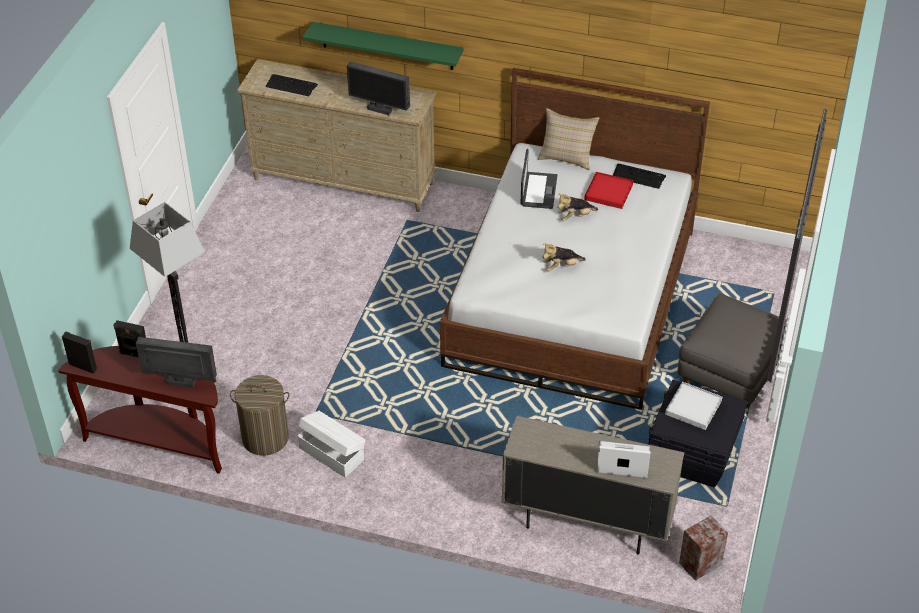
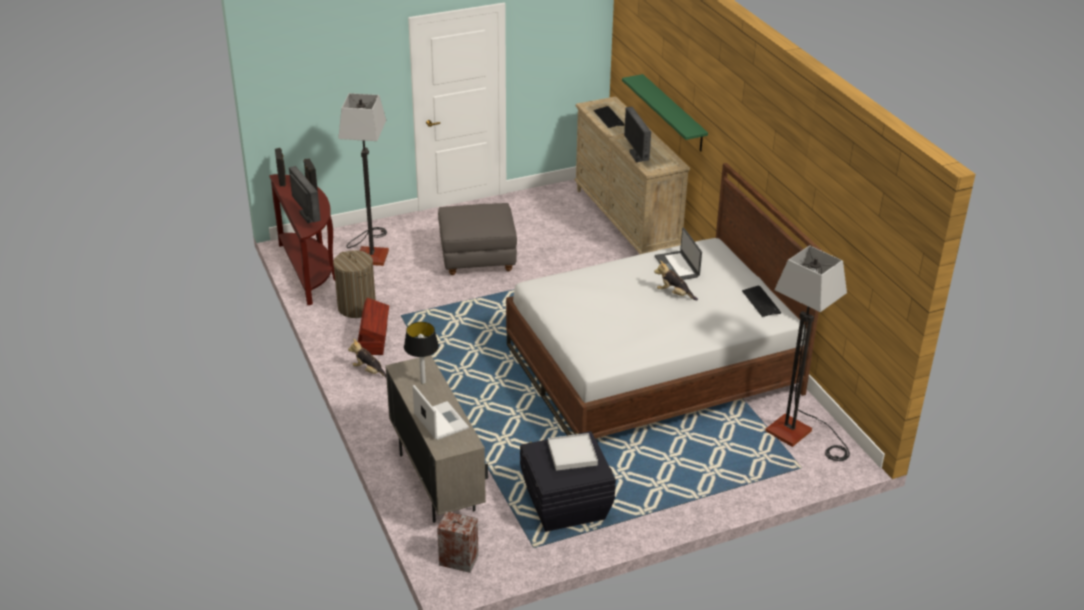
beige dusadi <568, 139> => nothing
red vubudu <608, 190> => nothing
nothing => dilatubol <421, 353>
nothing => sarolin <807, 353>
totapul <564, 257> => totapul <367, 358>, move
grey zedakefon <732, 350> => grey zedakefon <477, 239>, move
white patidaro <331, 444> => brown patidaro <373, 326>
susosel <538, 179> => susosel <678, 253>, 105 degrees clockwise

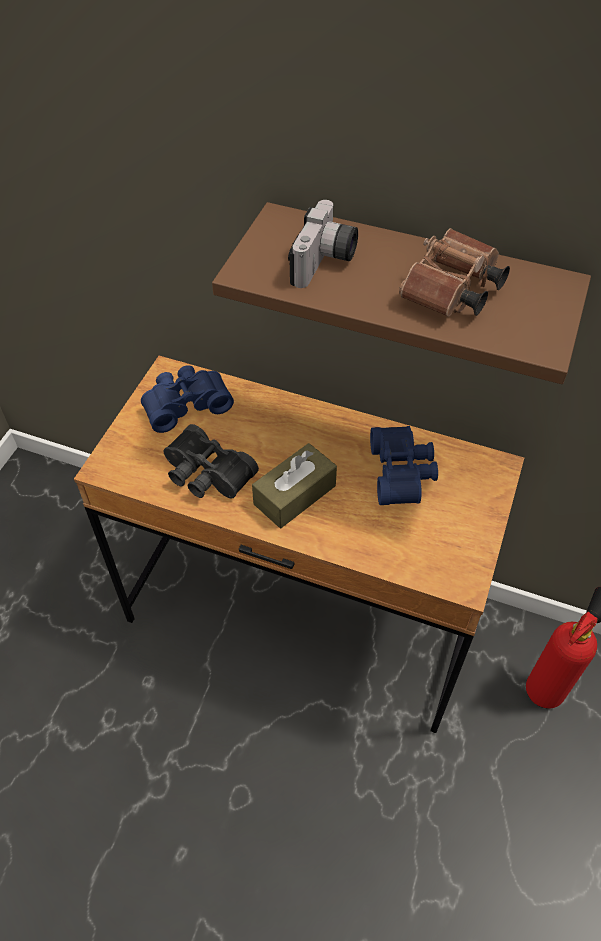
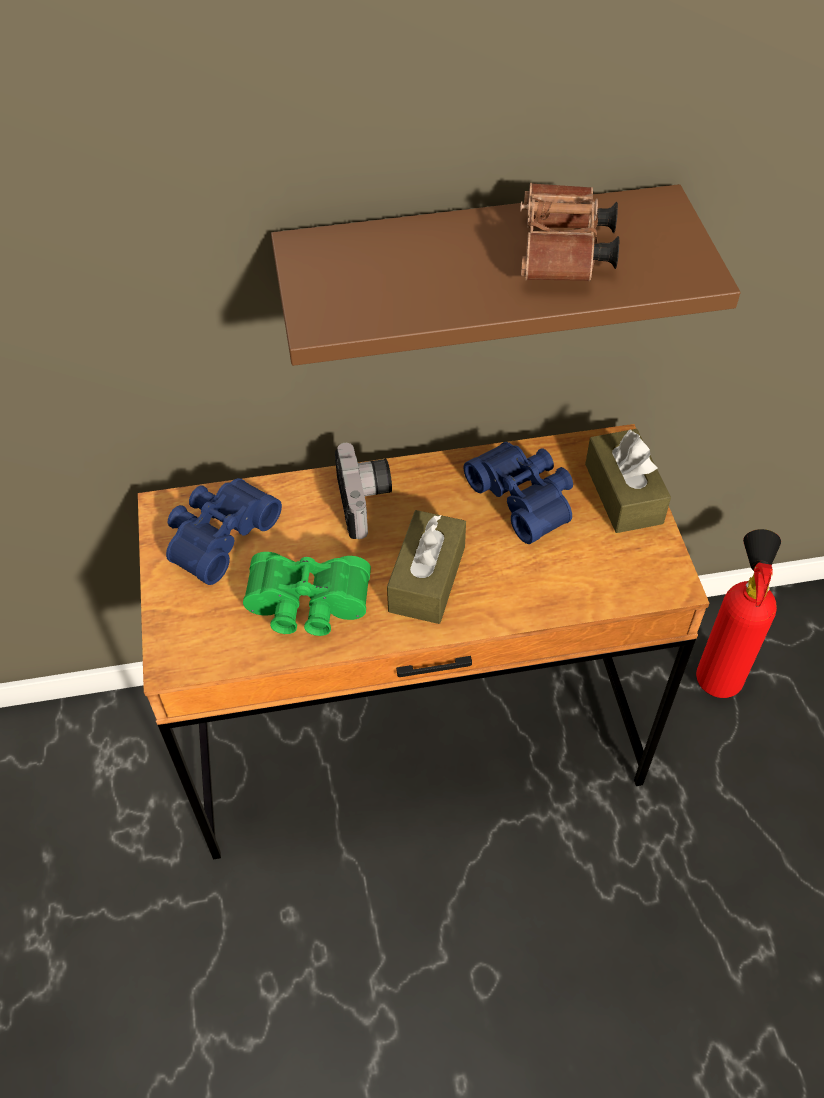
nothing => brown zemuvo <628, 480>
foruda <323, 244> => foruda <363, 491>, move
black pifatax <211, 461> => green pifatax <307, 594>

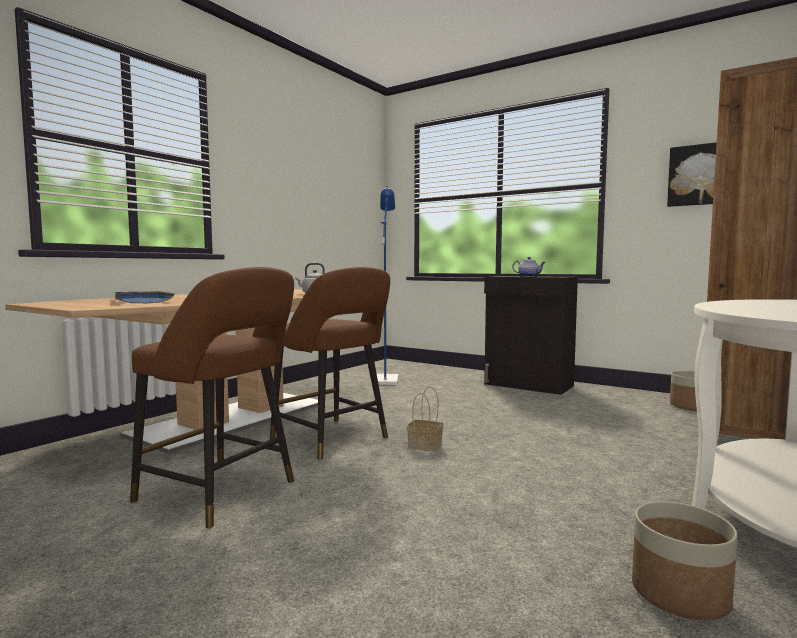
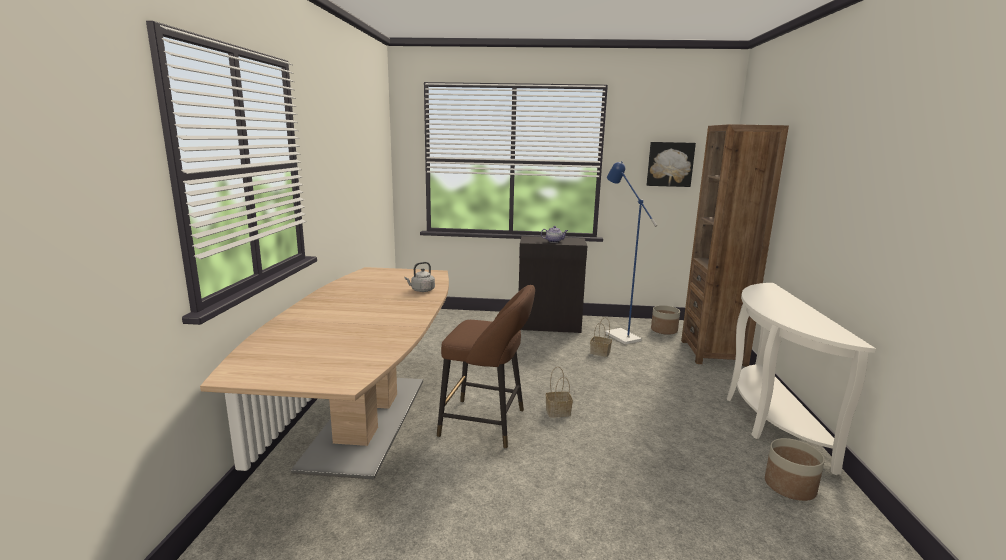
blue vubudu <145, 297> => nothing
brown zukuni <212, 398> => nothing
nothing => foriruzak <601, 337>
blue sarolin <387, 285> => blue sarolin <631, 252>, move

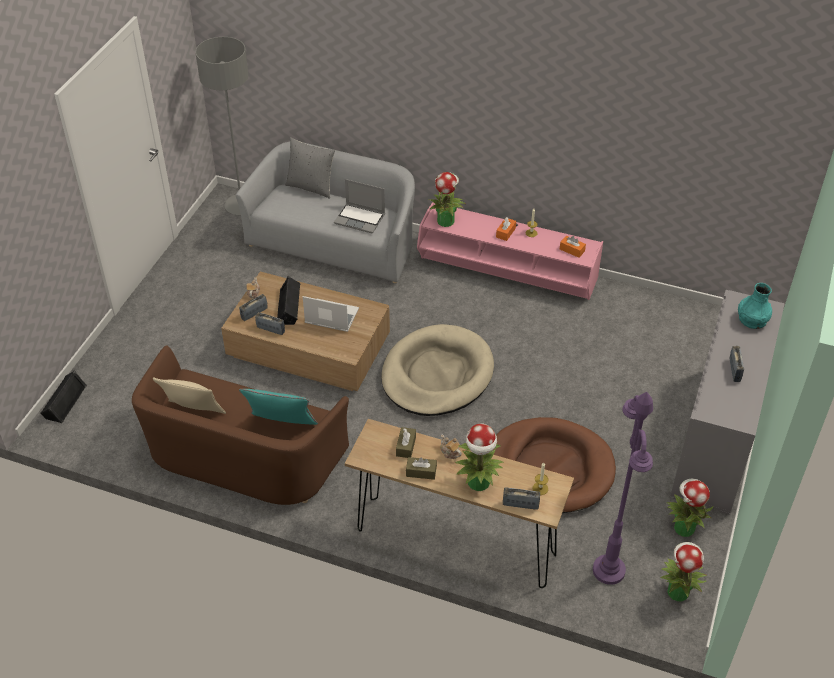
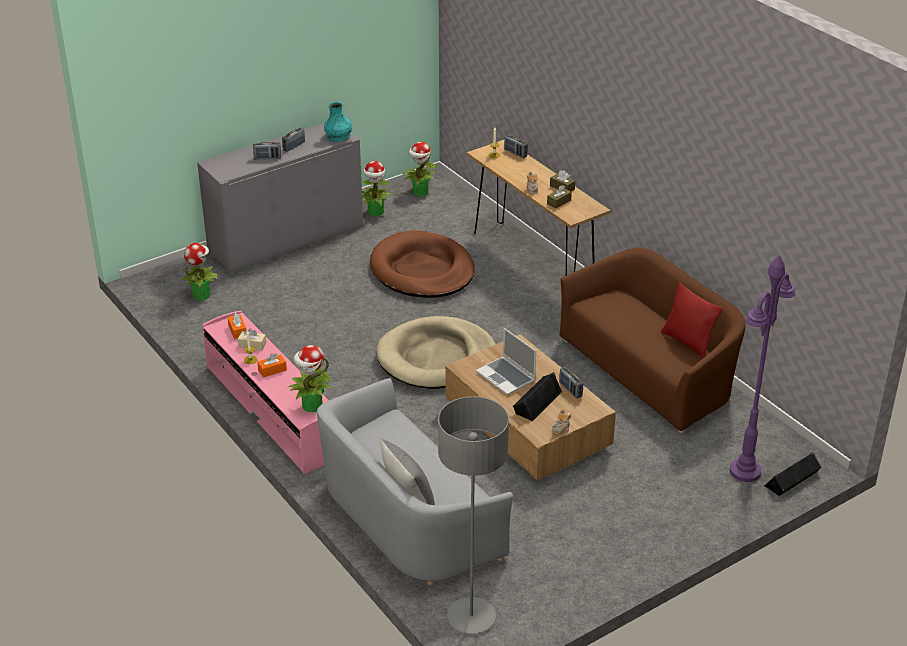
turquoise dusadi <278, 407> => nothing
susosel <359, 206> => nothing
nothing => beige zemuvo <252, 339>
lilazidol <253, 307> => lilazidol <267, 151>, move
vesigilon <479, 457> => vesigilon <199, 271>, move
purple sarolin <623, 488> => purple sarolin <762, 368>, move
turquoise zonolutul <755, 306> => turquoise zonolutul <338, 121>, move
beige dusadi <189, 395> => red dusadi <692, 320>

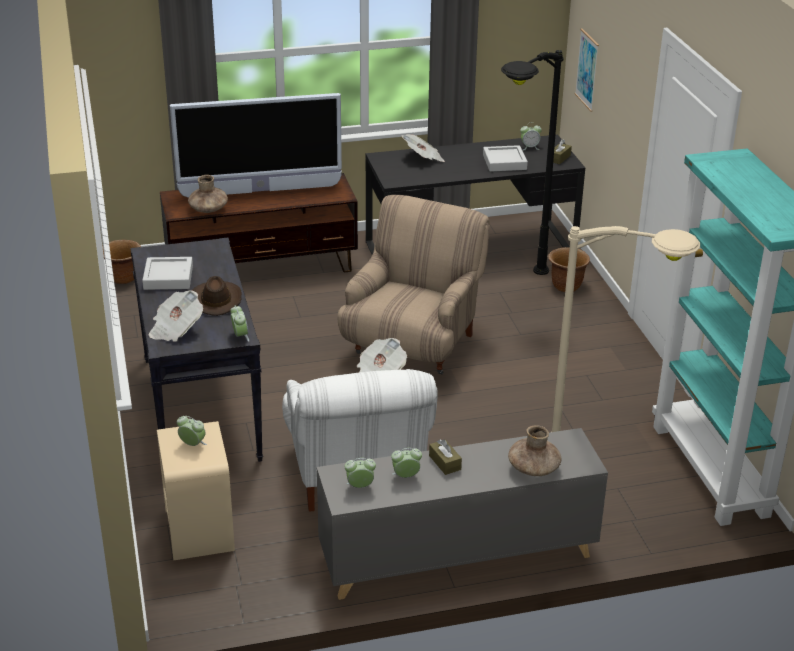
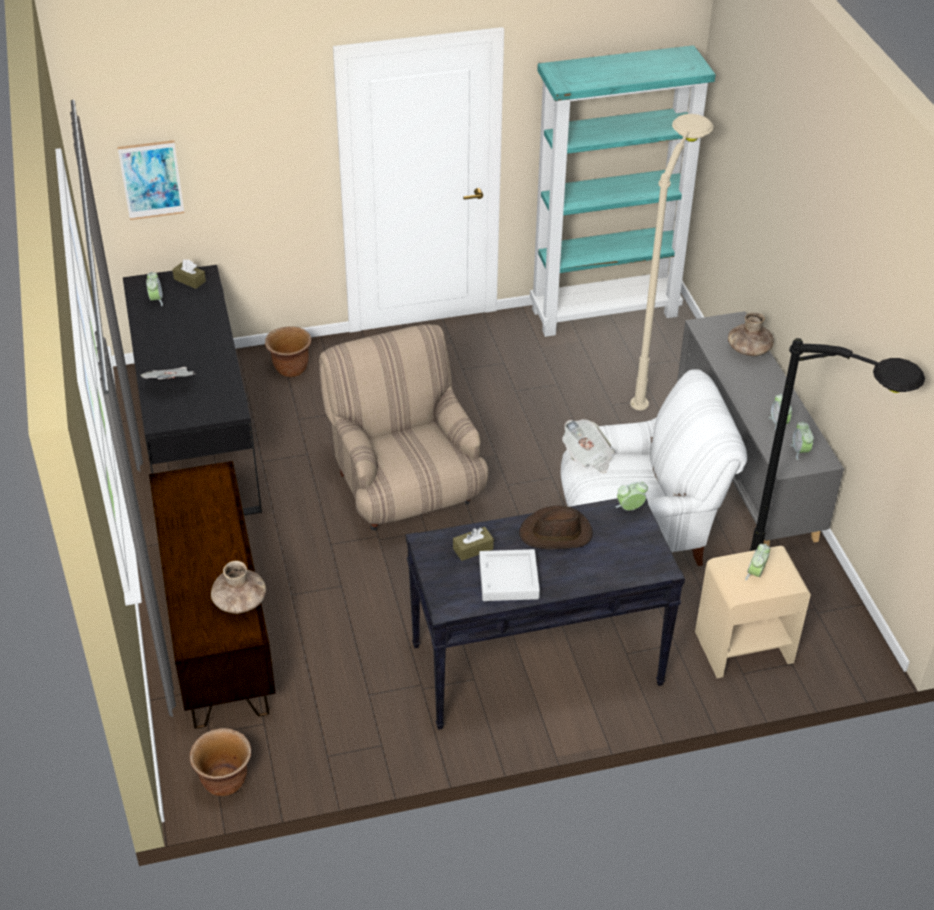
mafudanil <176, 316> => nothing
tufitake <256, 145> => nothing
grey vubudu <505, 158> => nothing
brown zemuvo <445, 457> => brown zemuvo <473, 544>, move
black sarolin <532, 162> => black sarolin <837, 444>, move
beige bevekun <413, 284> => beige bevekun <403, 427>, 45 degrees clockwise

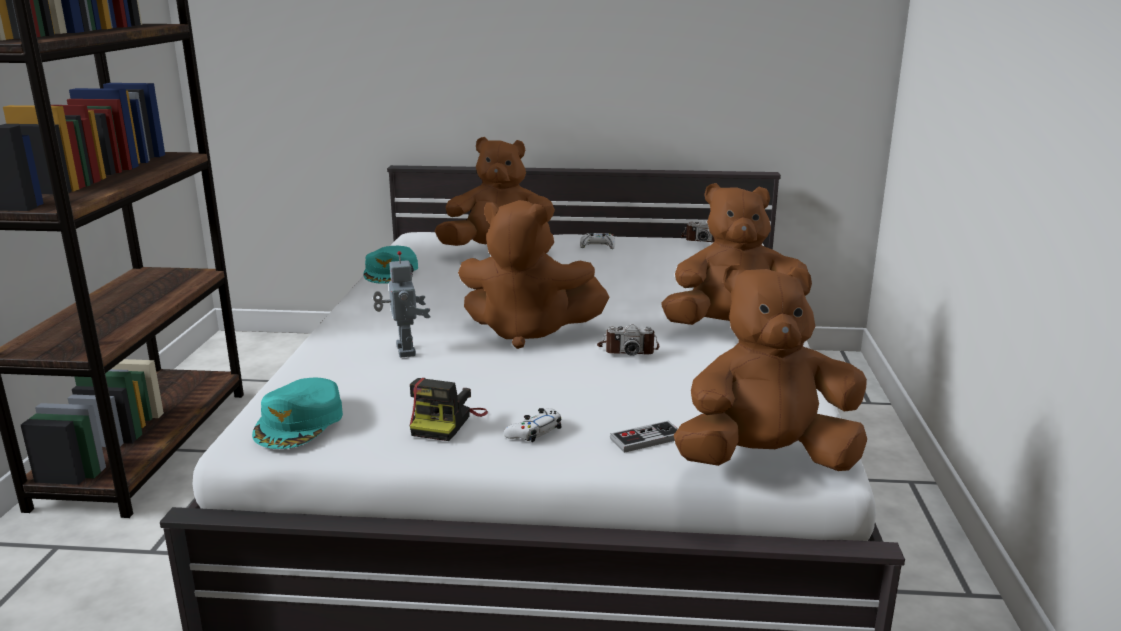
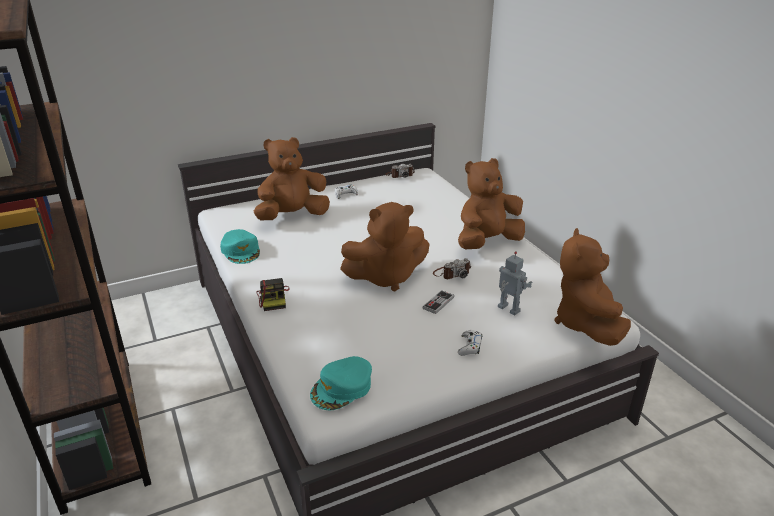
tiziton <401, 304> => tiziton <515, 283>, move
foruda <449, 409> => foruda <273, 294>, move
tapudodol <644, 437> => tapudodol <438, 302>, move
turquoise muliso <297, 413> => turquoise muliso <341, 383>, 60 degrees clockwise
brown totapul <770, 367> => brown totapul <592, 287>, 45 degrees counterclockwise

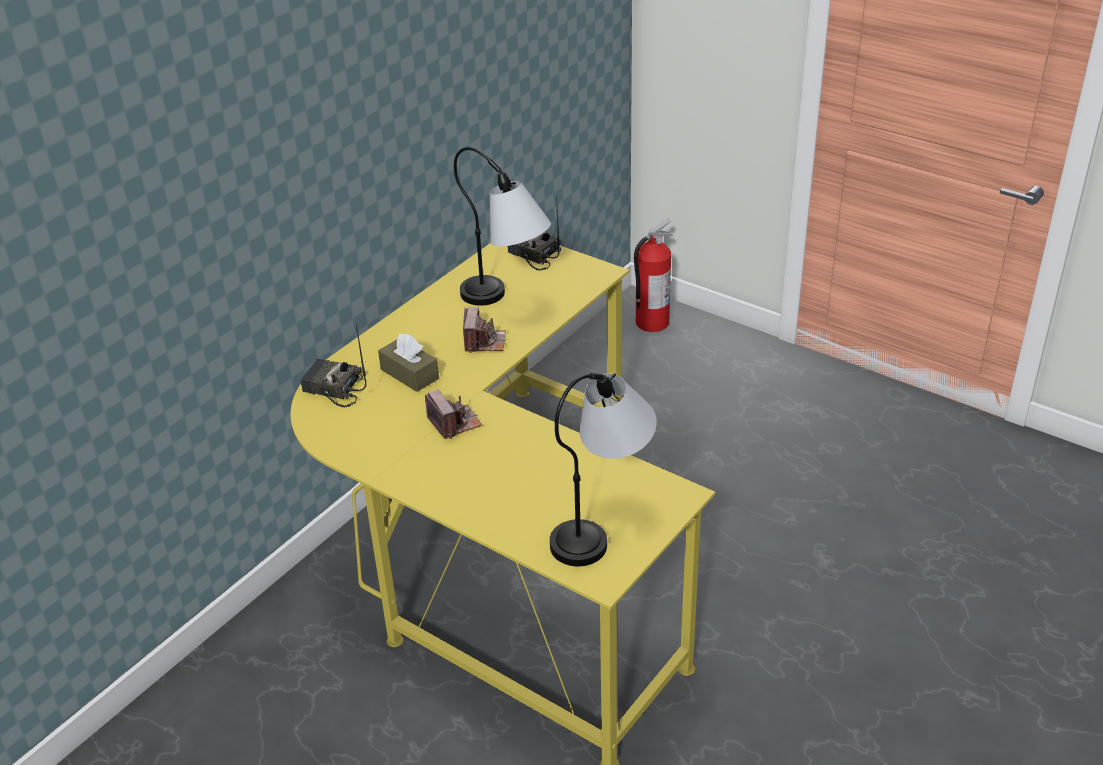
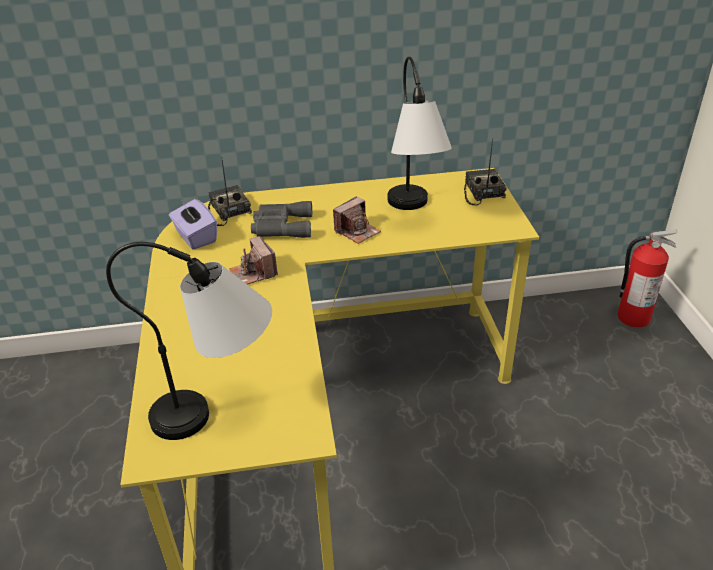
nothing => purple zemuvo <193, 224>
brown zemuvo <408, 363> => grey pifatax <281, 219>
foruda <453, 414> => foruda <253, 260>, 135 degrees clockwise

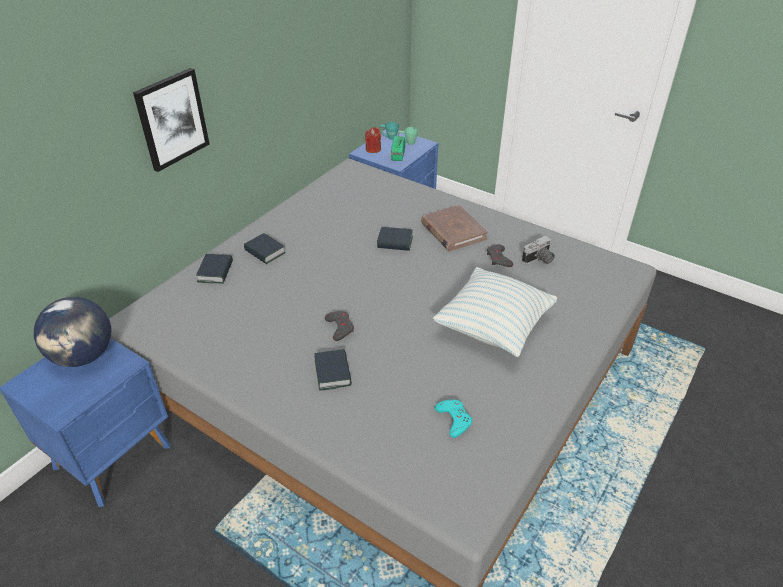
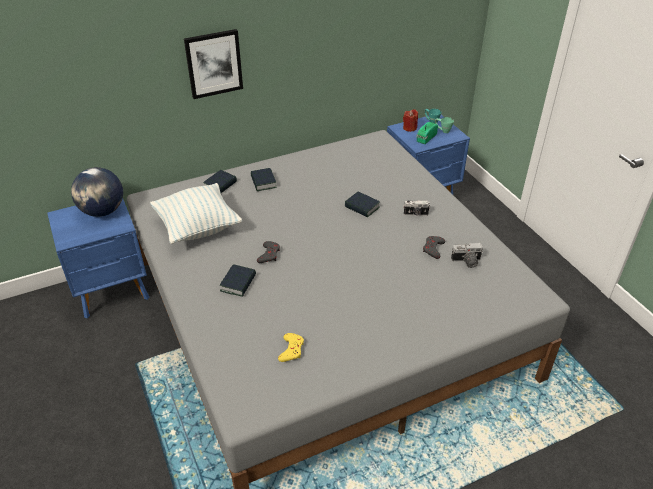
dusadi <495, 312> => dusadi <196, 213>, move
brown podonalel <454, 228> => foruda <417, 208>
turquoise tapudodol <453, 419> => yellow tapudodol <291, 347>

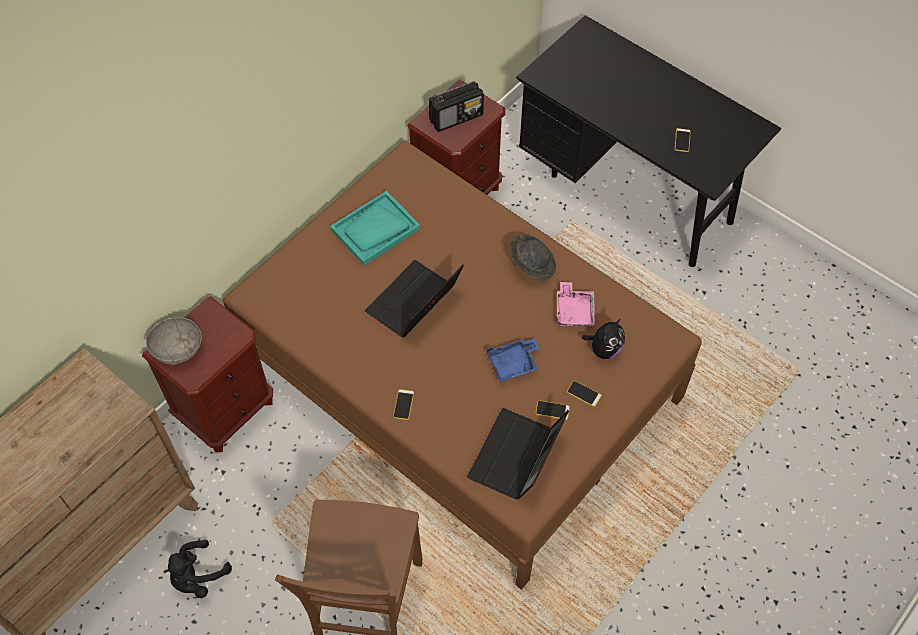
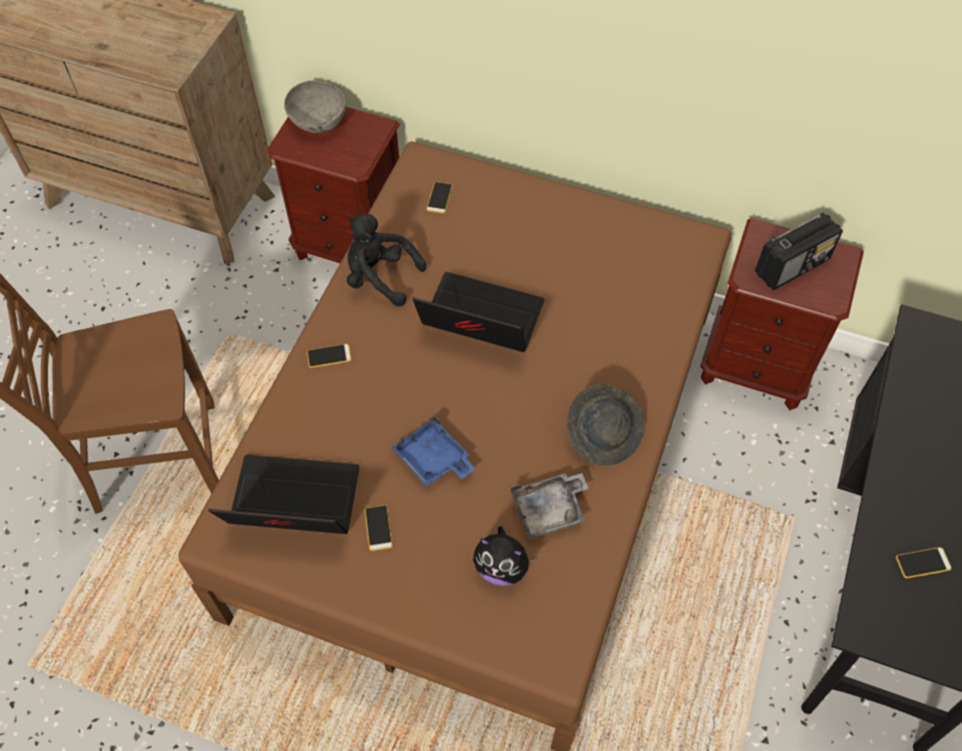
turquoise vubudu <375, 228> => nothing
black totapul <198, 569> => black totapul <386, 260>, move
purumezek <584, 394> => purumezek <439, 198>, move
pink vubudu <576, 304> => grey vubudu <550, 506>
lilazidol <456, 106> => lilazidol <799, 251>, 75 degrees counterclockwise

